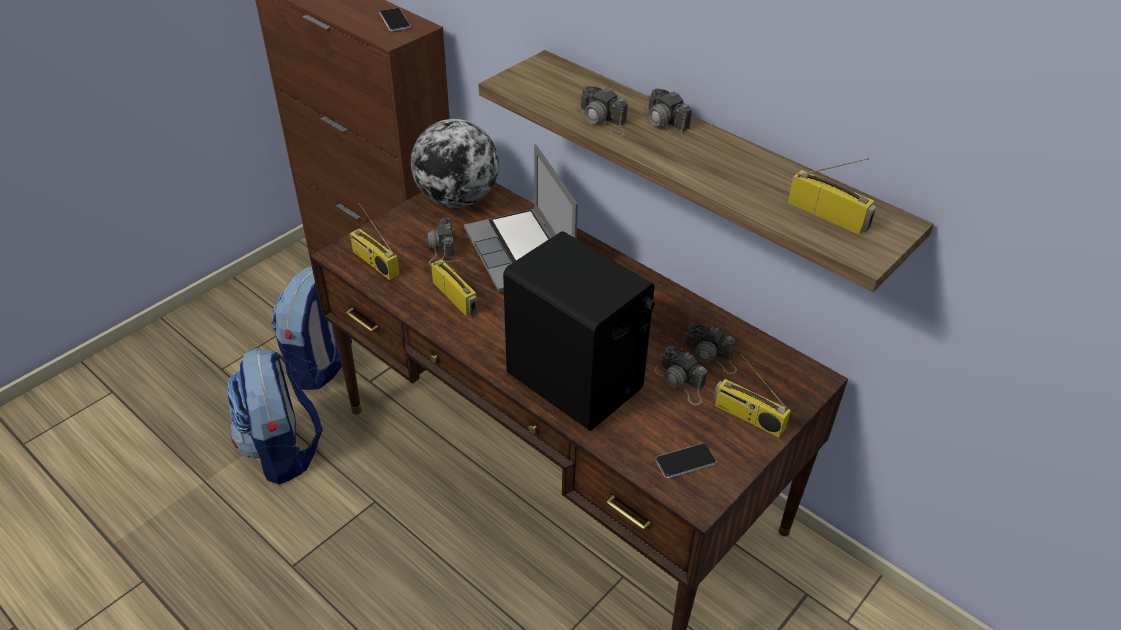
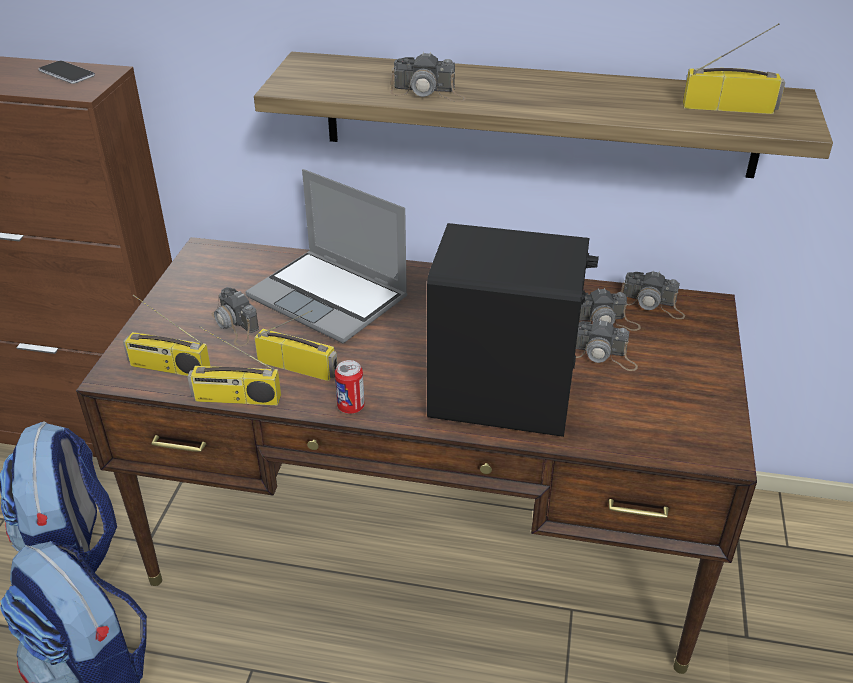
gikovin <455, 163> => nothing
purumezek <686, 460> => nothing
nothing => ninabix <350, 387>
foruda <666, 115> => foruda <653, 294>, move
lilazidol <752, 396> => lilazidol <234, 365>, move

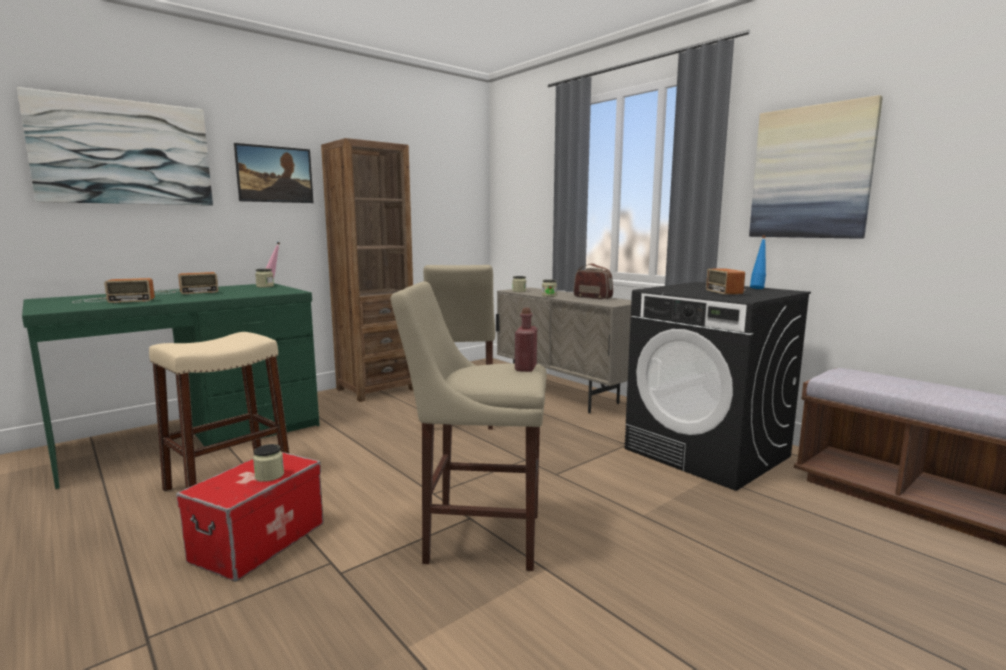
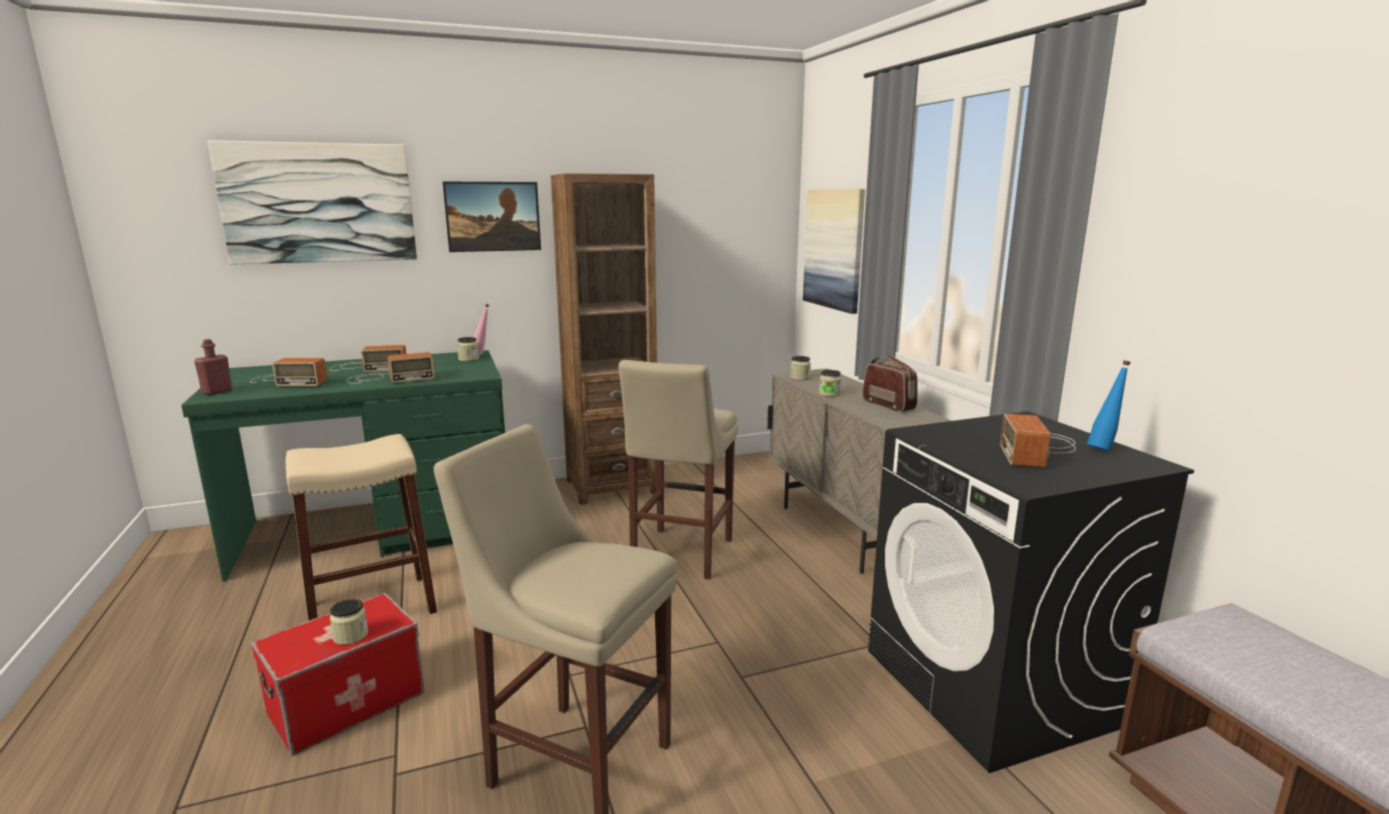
nothing => lilazidol <391, 368>
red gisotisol <526, 340> => red gisotisol <213, 367>, move
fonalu <816, 167> => fonalu <834, 251>, move

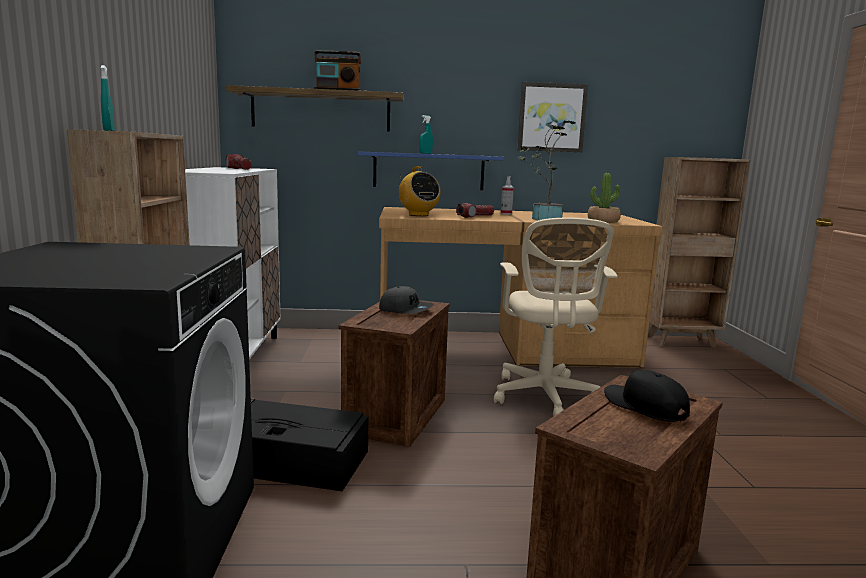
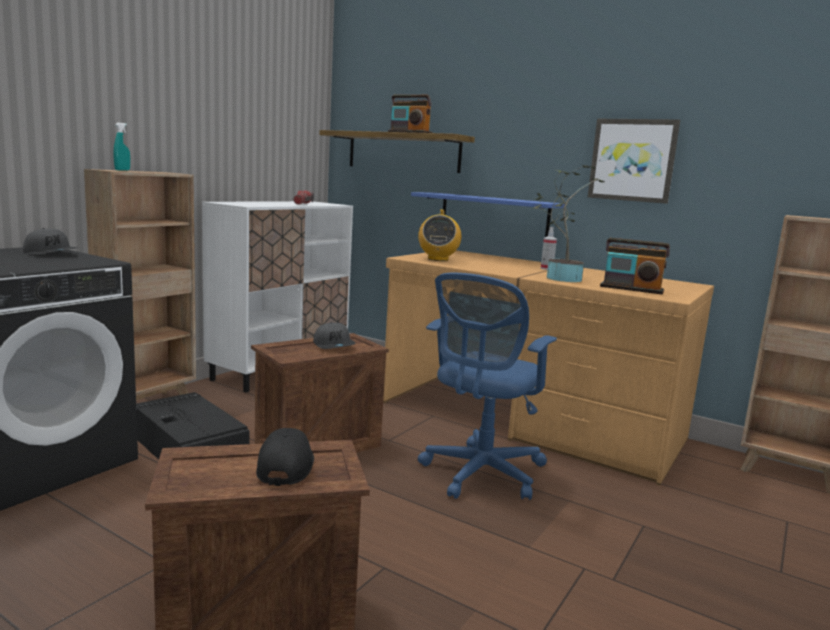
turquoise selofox <426, 134> => nothing
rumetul <475, 210> => nothing
nothing => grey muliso <50, 241>
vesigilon <604, 198> => lilazidol <635, 266>
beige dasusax <556, 317> => blue dasusax <487, 386>

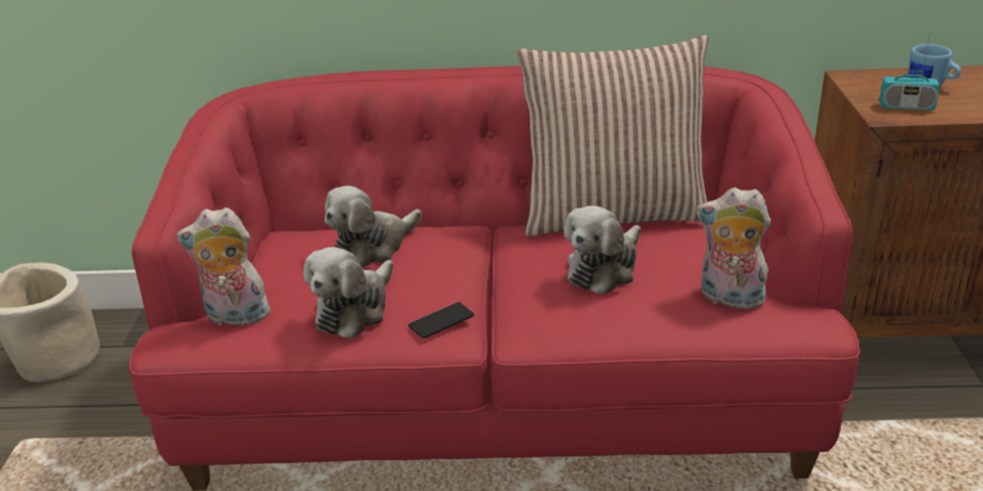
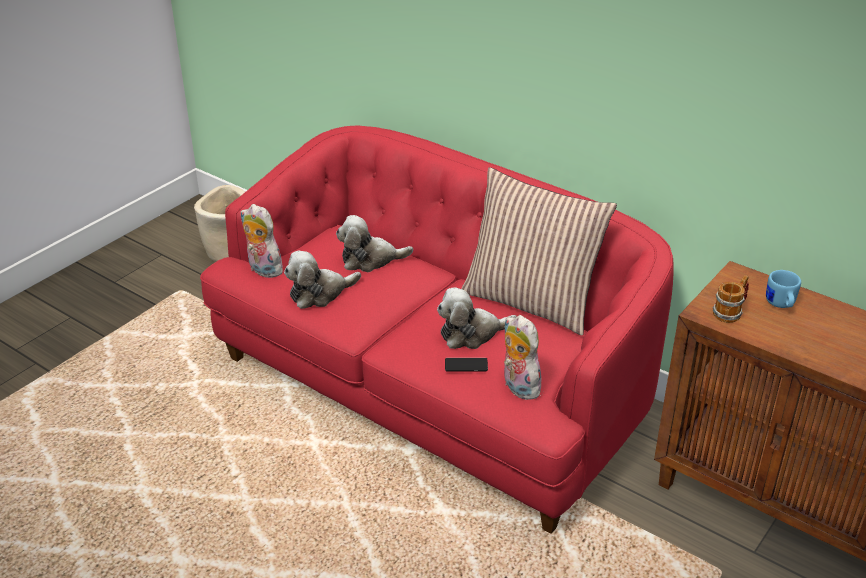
purumezek <441, 320> => purumezek <466, 364>, move
lilazidol <909, 70> => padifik <730, 299>

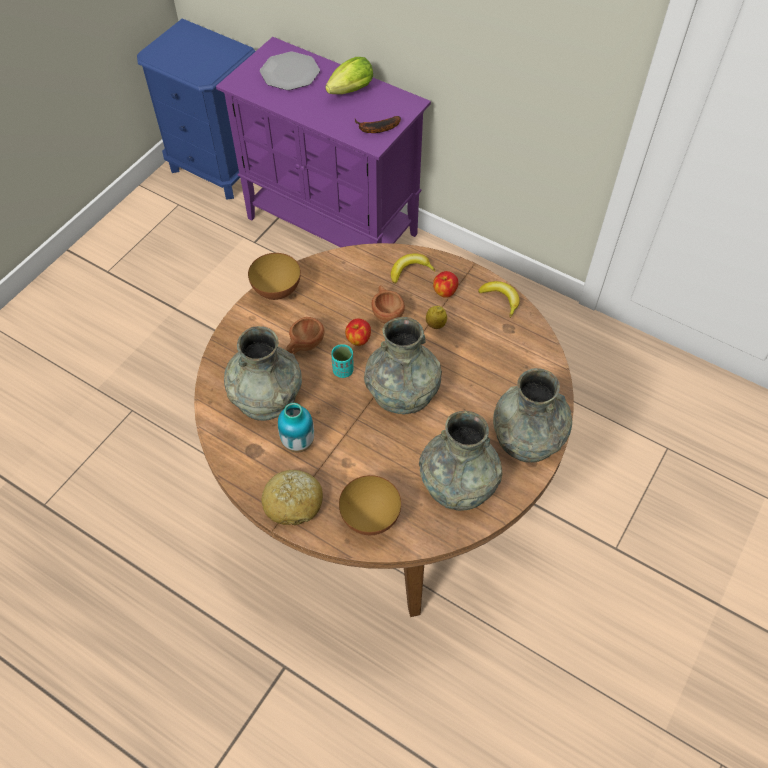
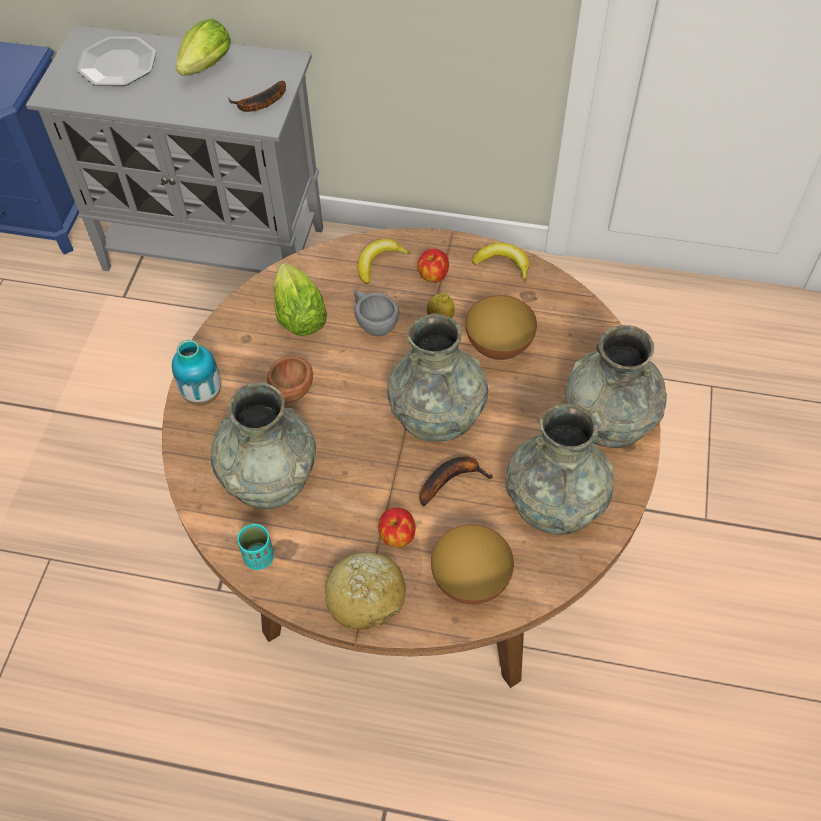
nothing => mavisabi <300, 299>
nothing => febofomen <456, 481>
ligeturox <274, 276> => ligeturox <501, 327>, move
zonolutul <296, 428> => zonolutul <196, 373>, move
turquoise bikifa <342, 361> => turquoise bikifa <255, 547>, move
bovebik <358, 332> => bovebik <397, 527>, move
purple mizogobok <323, 142> => grey mizogobok <174, 149>
brown bikifa <388, 304> => grey bikifa <376, 313>

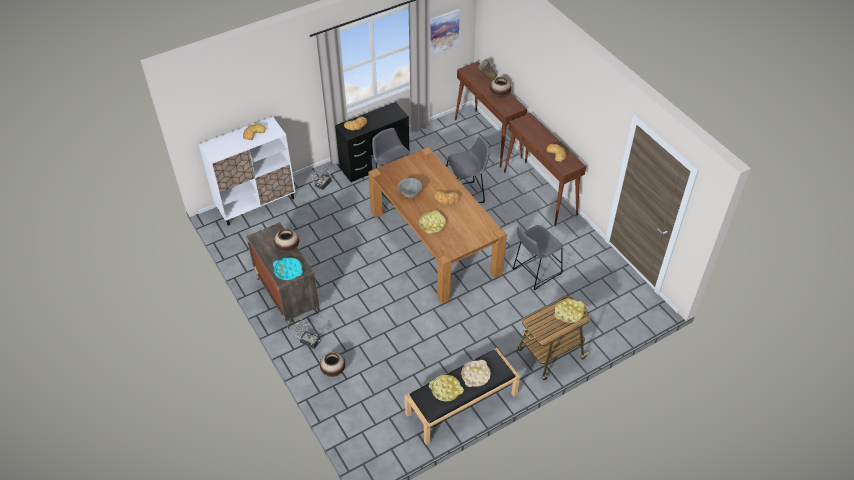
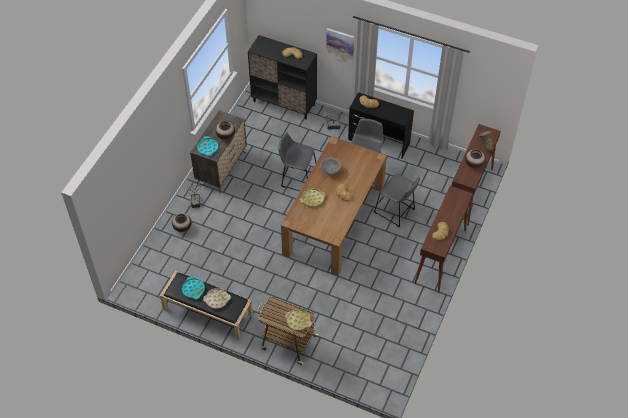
fonalu <445, 32> => fonalu <340, 46>, move
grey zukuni <538, 257> => grey zukuni <297, 161>, move
white mizogobok <247, 171> => black mizogobok <282, 77>
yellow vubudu <446, 388> => turquoise vubudu <193, 288>

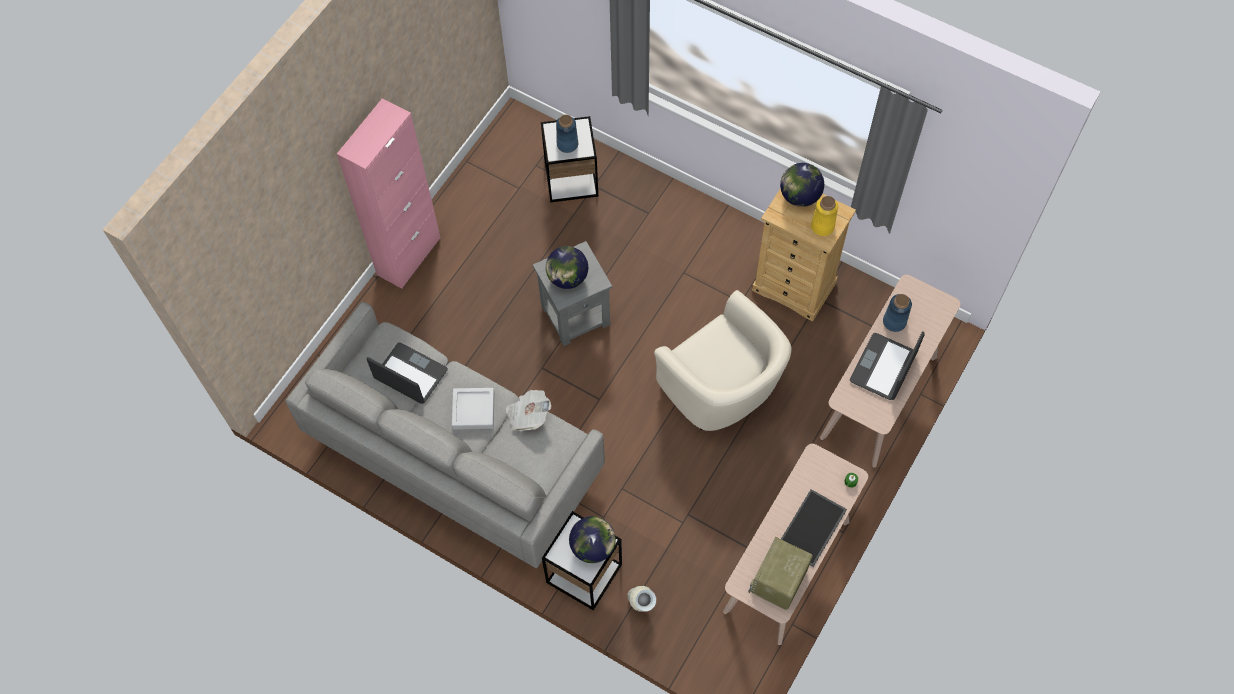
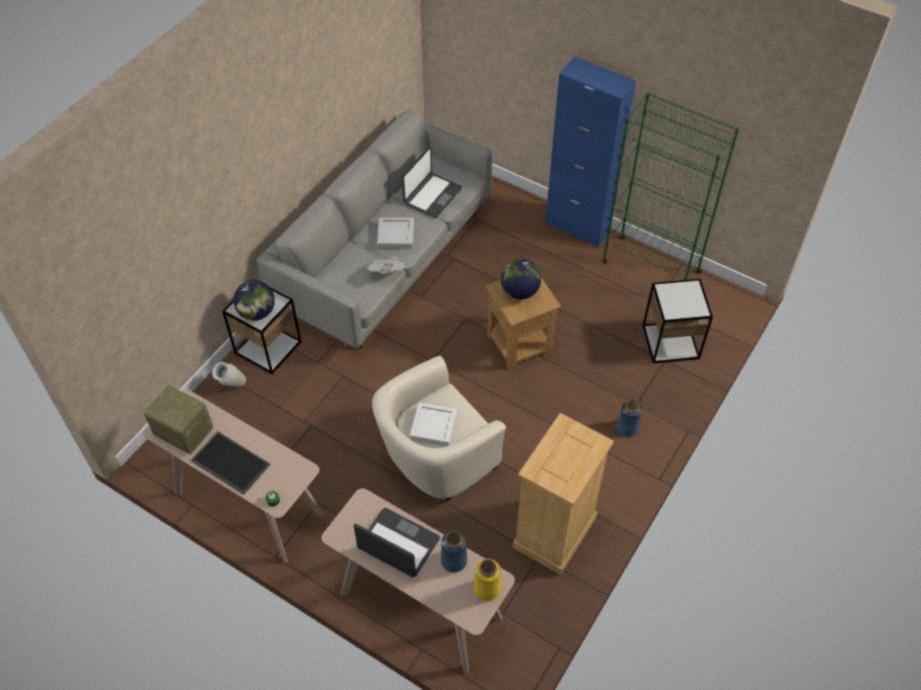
gikovin <802, 185> => nothing
nothing => white vubudu <433, 425>
nothing => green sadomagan <671, 186>
blue zonolutul <567, 134> => blue zonolutul <629, 418>, move
yellow zonolutul <824, 216> => yellow zonolutul <487, 580>, move
pink mizogobok <389, 193> => blue mizogobok <590, 152>
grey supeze <572, 293> => brown supeze <523, 323>

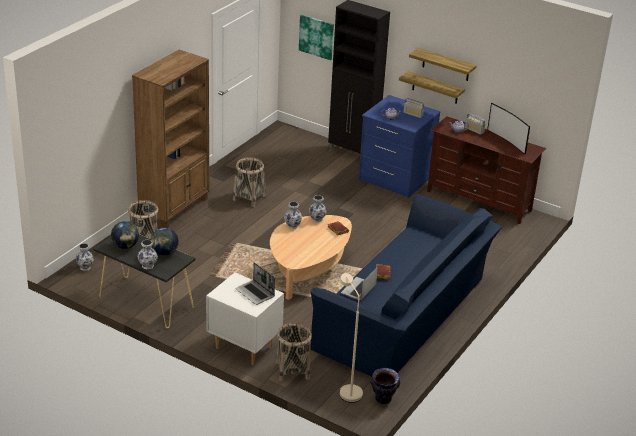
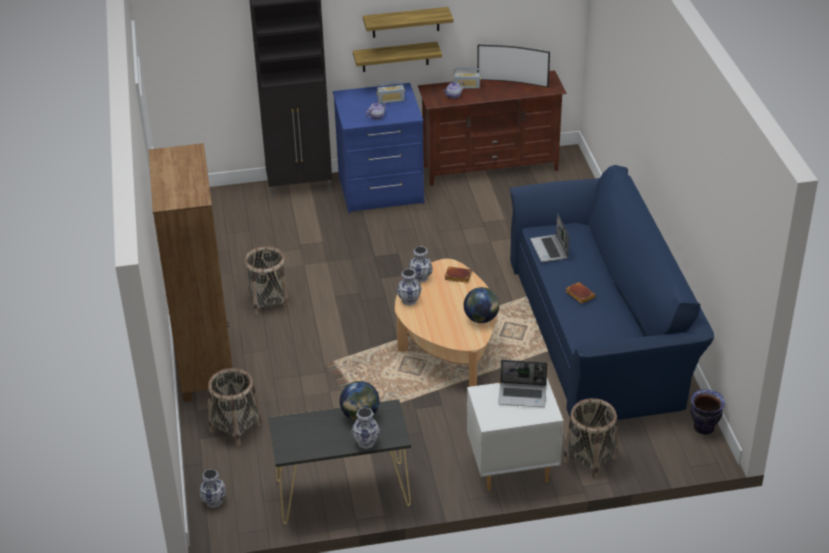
fonalu <316, 37> => nothing
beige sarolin <351, 338> => nothing
gikovin <125, 235> => gikovin <482, 305>, move
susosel <359, 284> => susosel <549, 238>, move

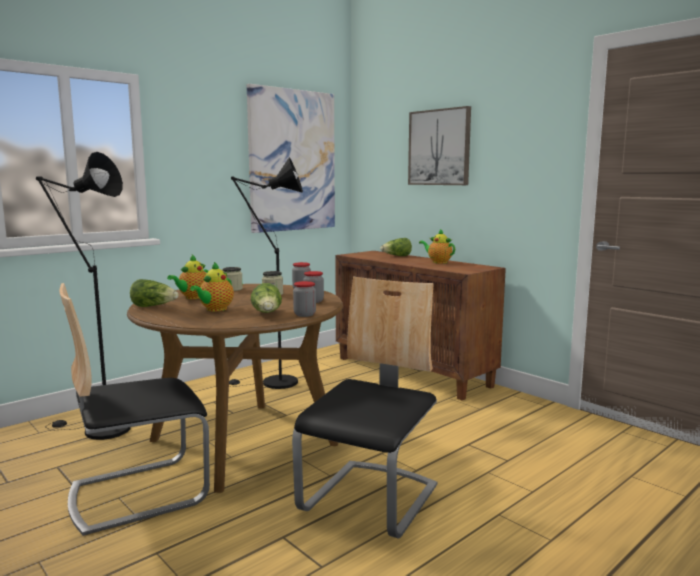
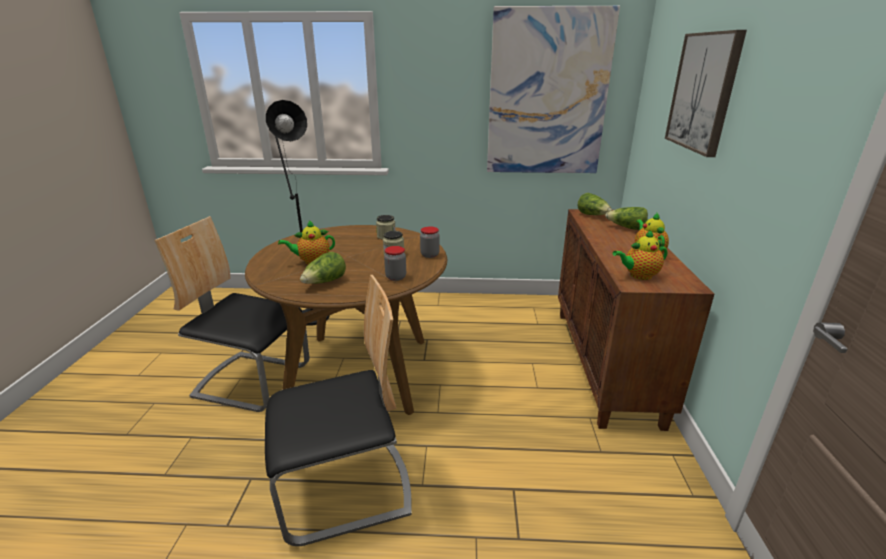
black sarolin <266, 273> => nothing
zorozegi <304, 299> => nothing
mavisabi <154, 293> => mavisabi <595, 204>, move
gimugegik <187, 277> => gimugegik <640, 254>, move

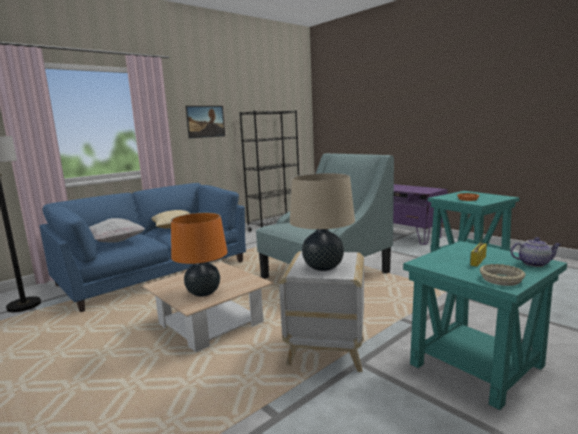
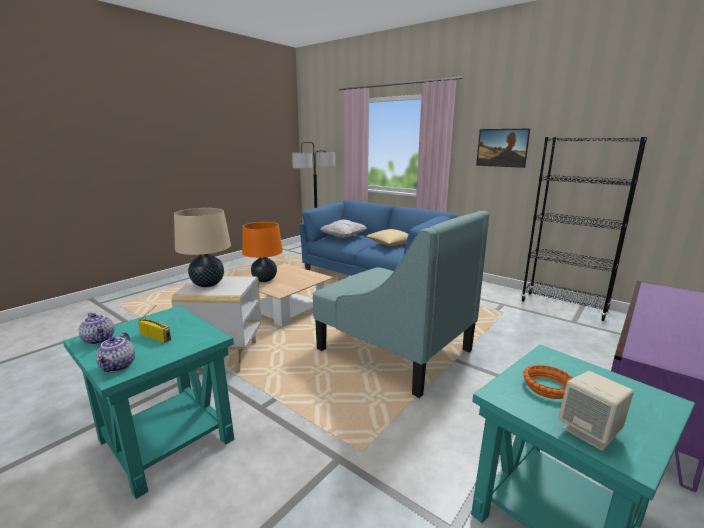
nothing => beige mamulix <596, 411>
beige ligeturox <502, 275> => gimugegik <96, 328>

